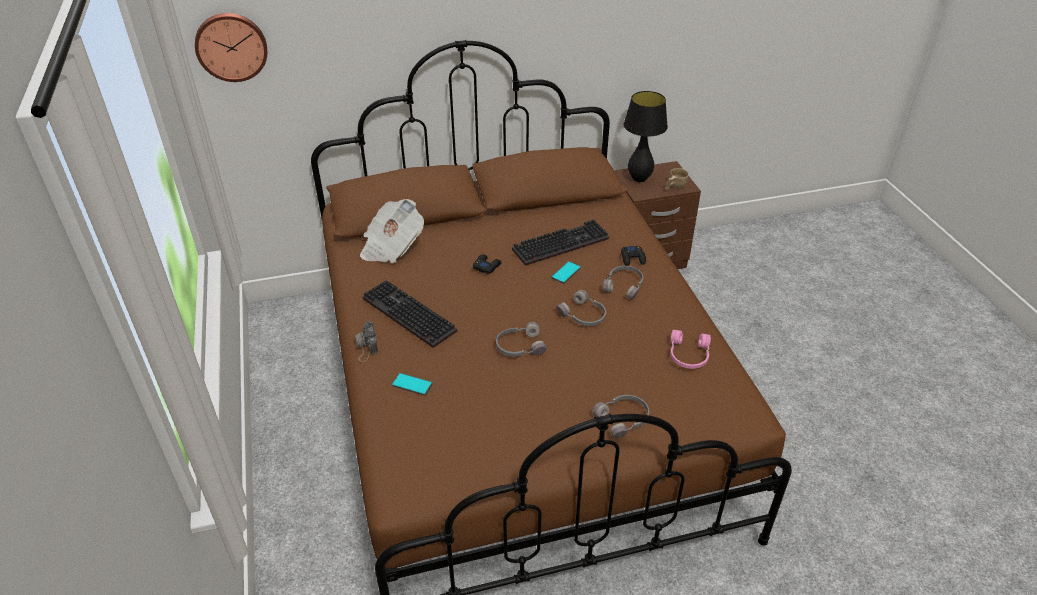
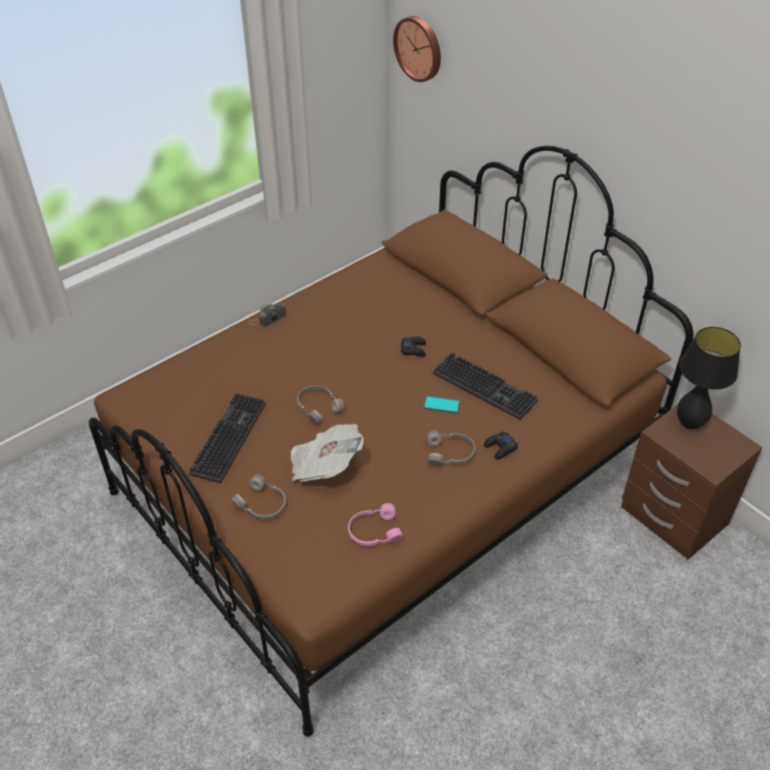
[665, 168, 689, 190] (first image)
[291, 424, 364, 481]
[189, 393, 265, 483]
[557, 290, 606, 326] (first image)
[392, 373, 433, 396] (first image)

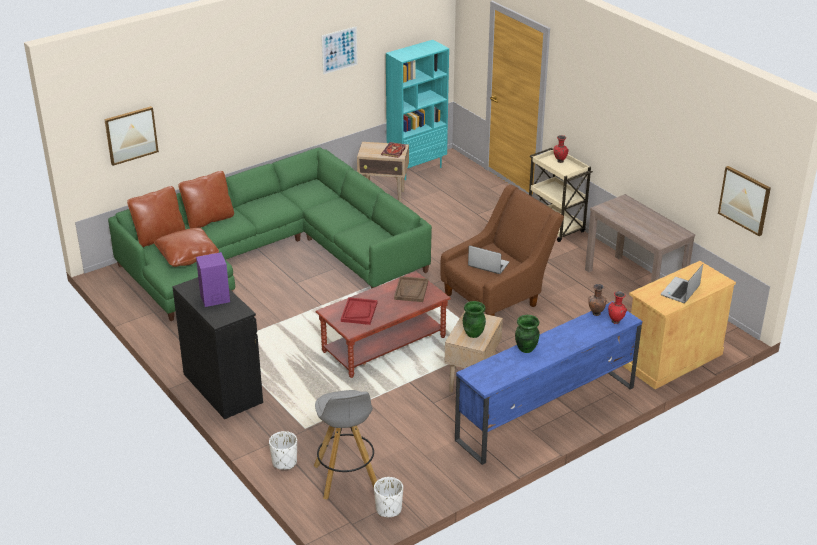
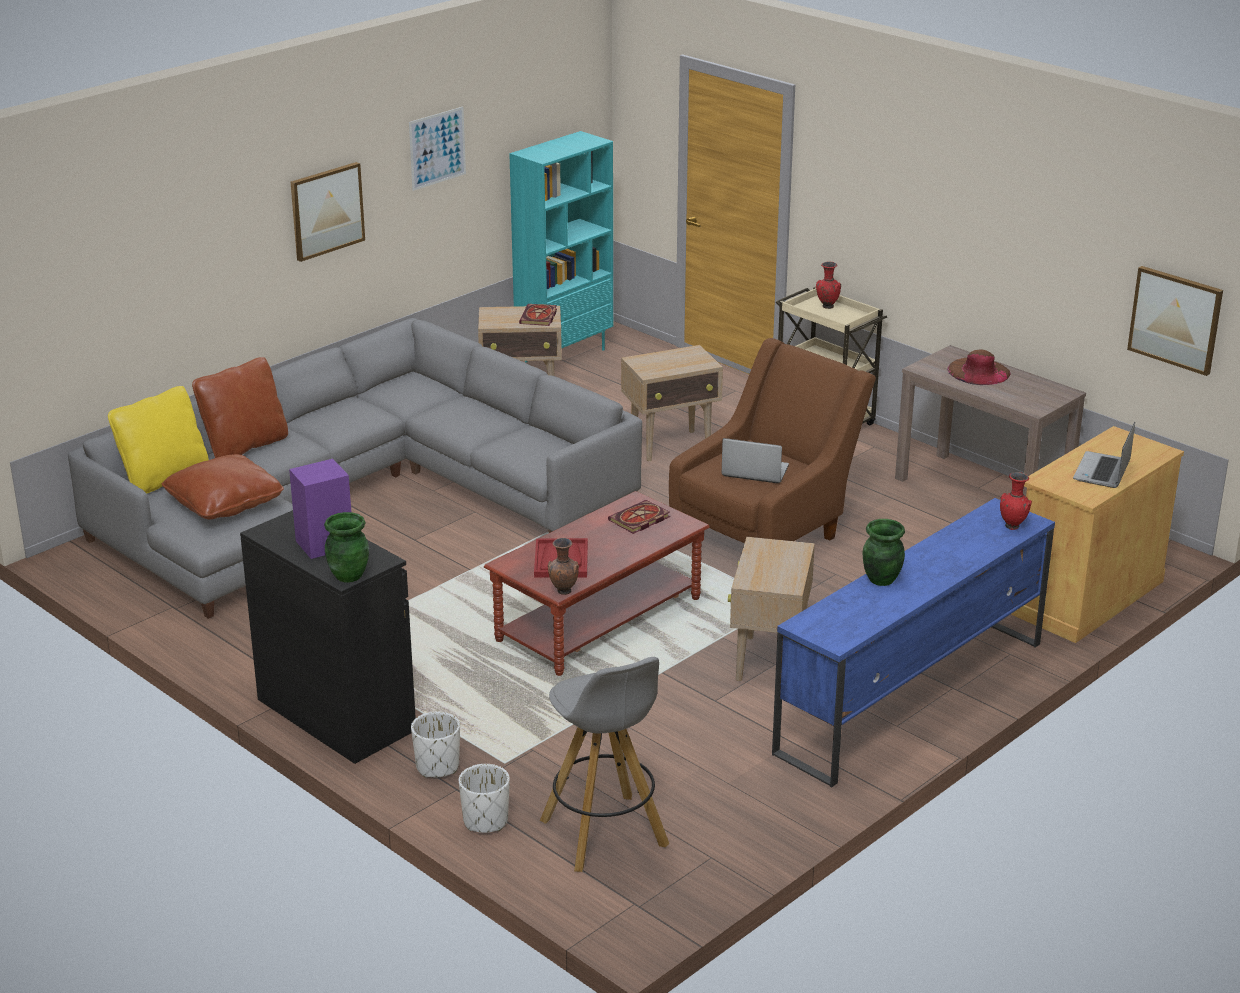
[291, 162, 365, 262]
[68, 318, 642, 619]
[108, 386, 209, 493]
[608, 500, 670, 534]
[548, 538, 579, 595]
[324, 512, 369, 583]
[411, 712, 460, 778]
[621, 345, 723, 461]
[947, 350, 1010, 385]

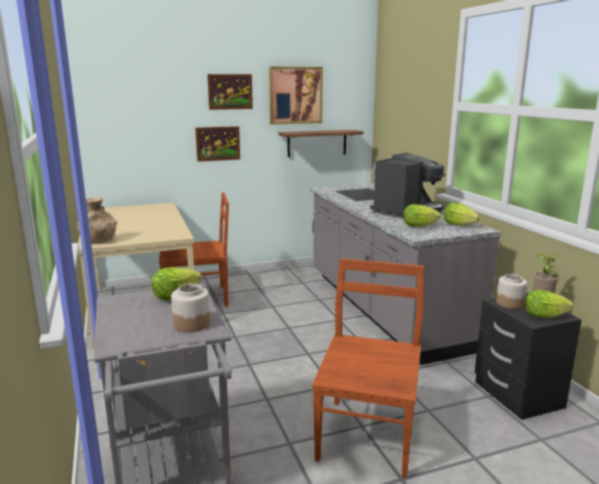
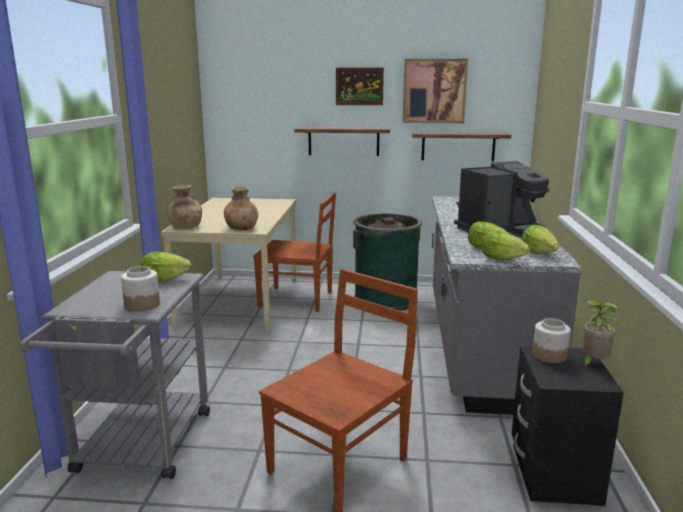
[294, 127, 390, 156]
[482, 230, 530, 260]
[224, 186, 258, 230]
[353, 213, 422, 311]

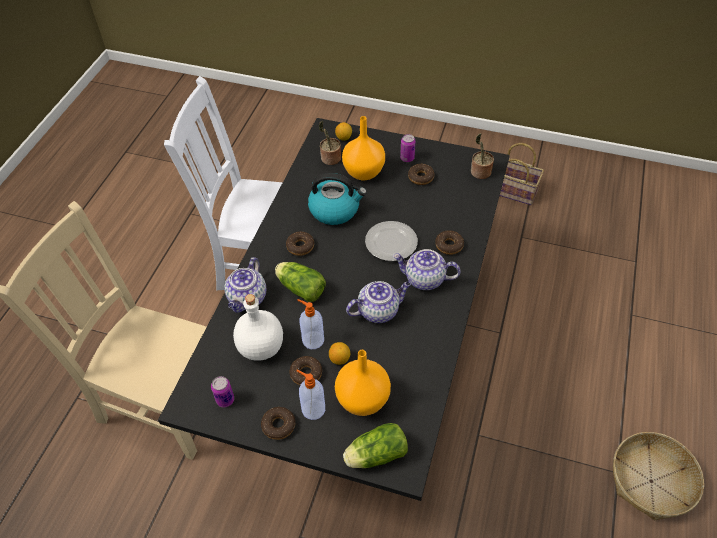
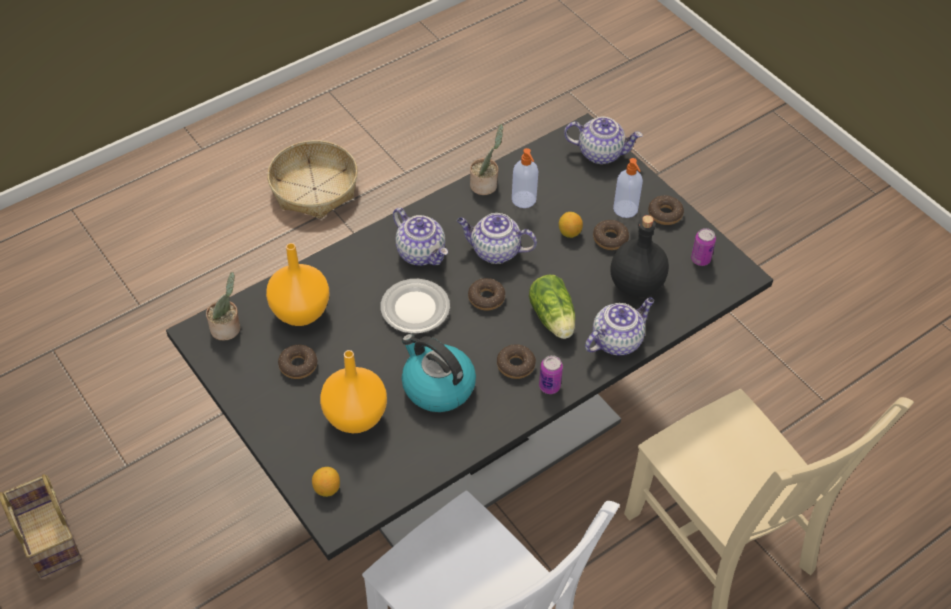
[470, 124, 503, 195]
[539, 355, 563, 394]
[468, 278, 505, 310]
[611, 215, 669, 298]
[512, 148, 538, 208]
[266, 243, 329, 326]
[564, 117, 643, 164]

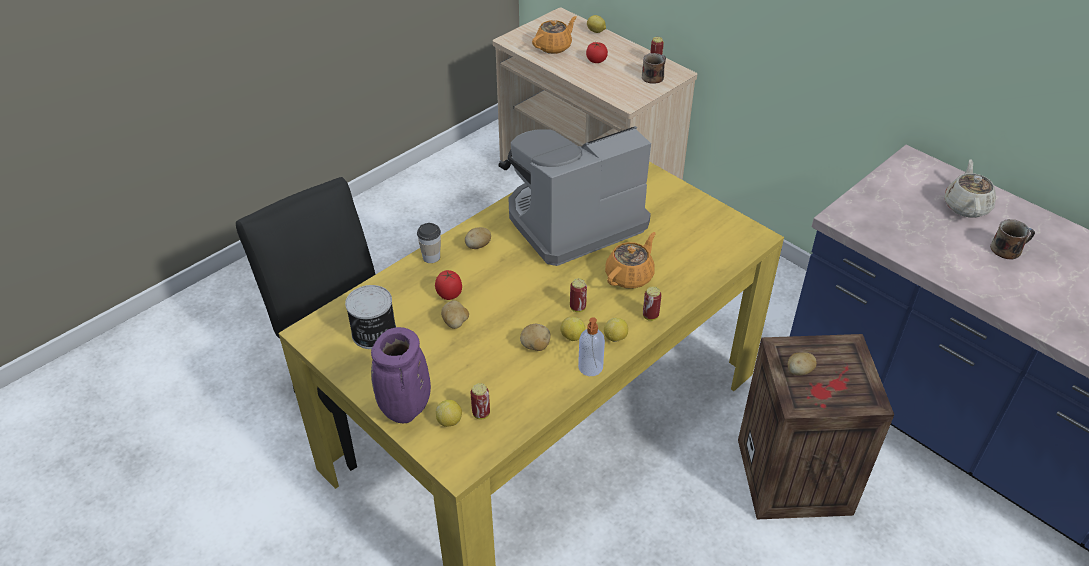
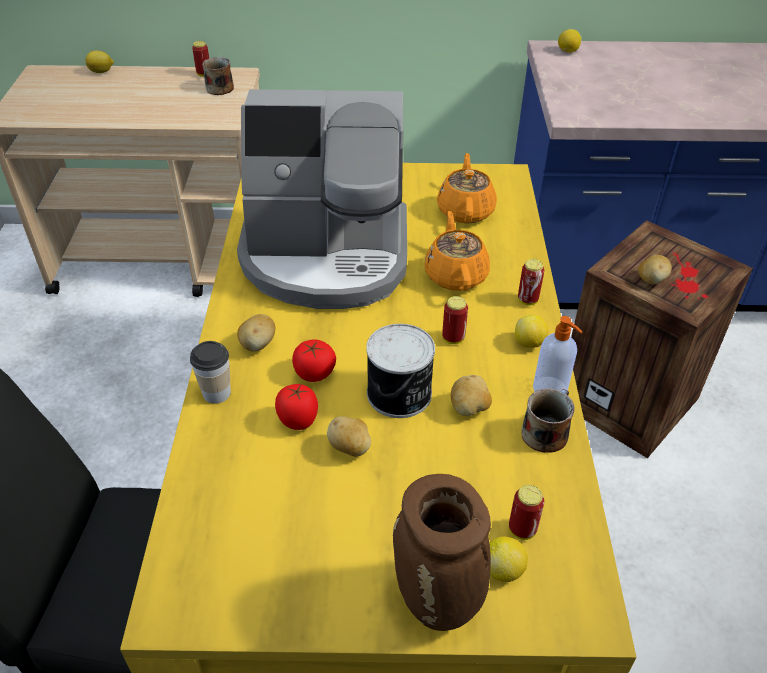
[437, 153, 497, 224]
[292, 339, 336, 382]
[237, 89, 407, 309]
[945, 159, 996, 217] (first image)
[521, 388, 575, 453]
[366, 324, 435, 418]
[558, 29, 581, 52]
[393, 474, 491, 631]

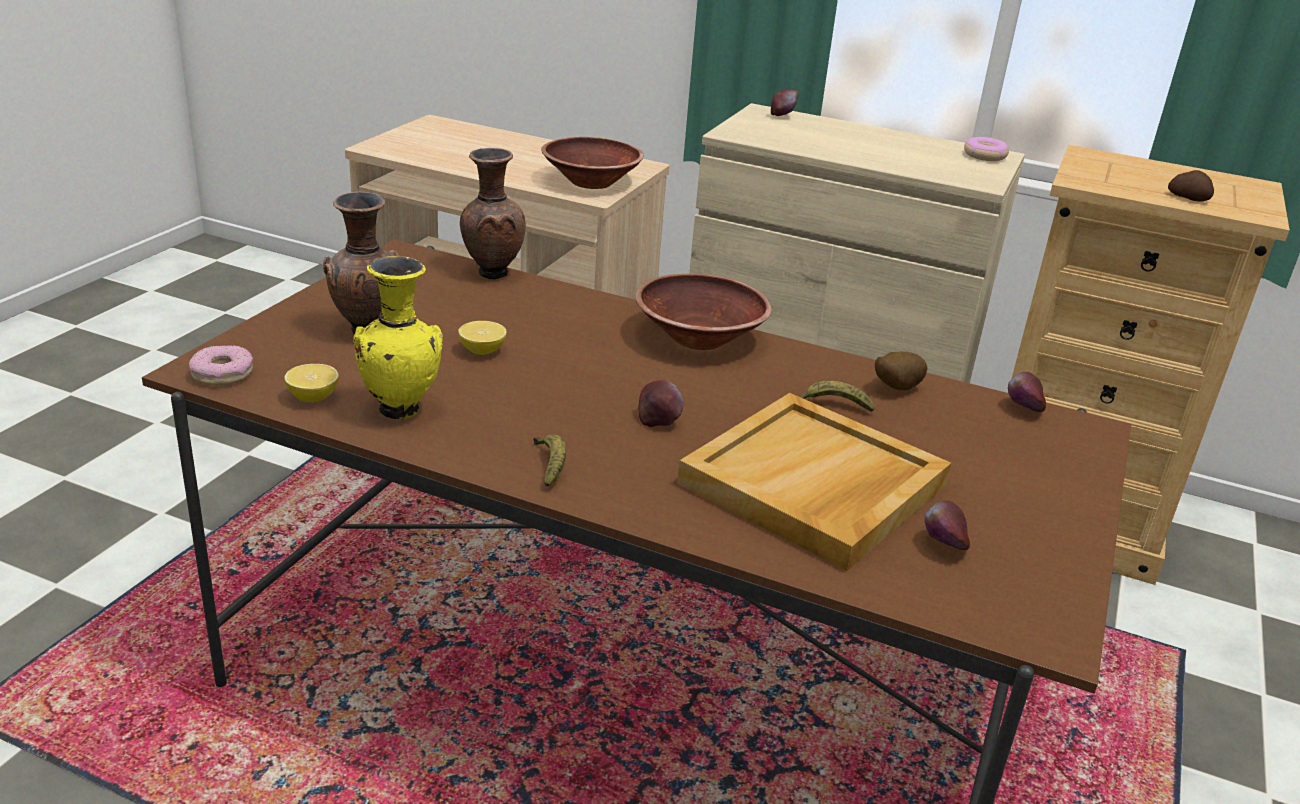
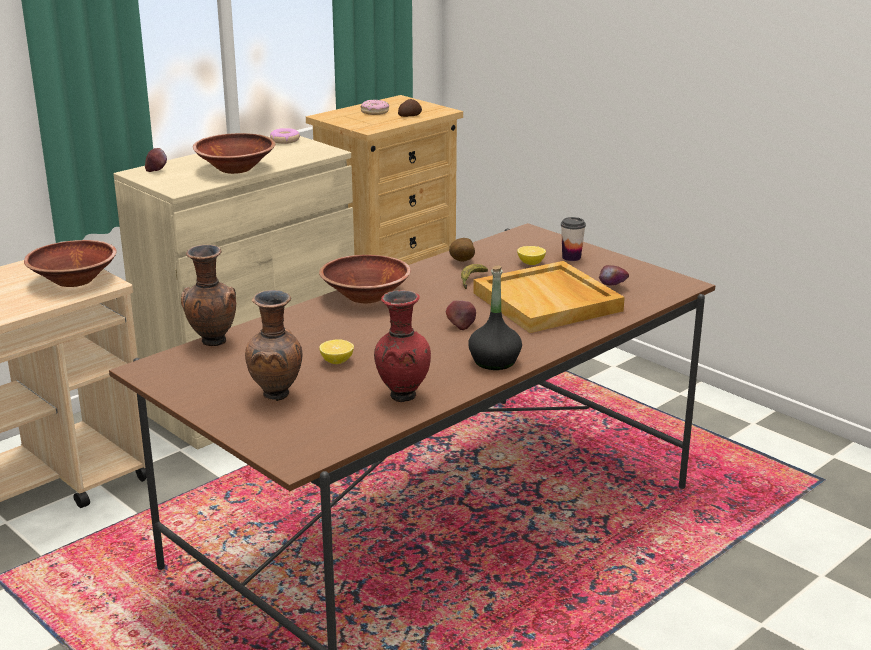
[374, 290, 431, 402]
[361, 100, 389, 115]
[517, 246, 546, 265]
[1008, 372, 1046, 412] (first image)
[468, 266, 522, 370]
[193, 133, 275, 174]
[561, 217, 586, 261]

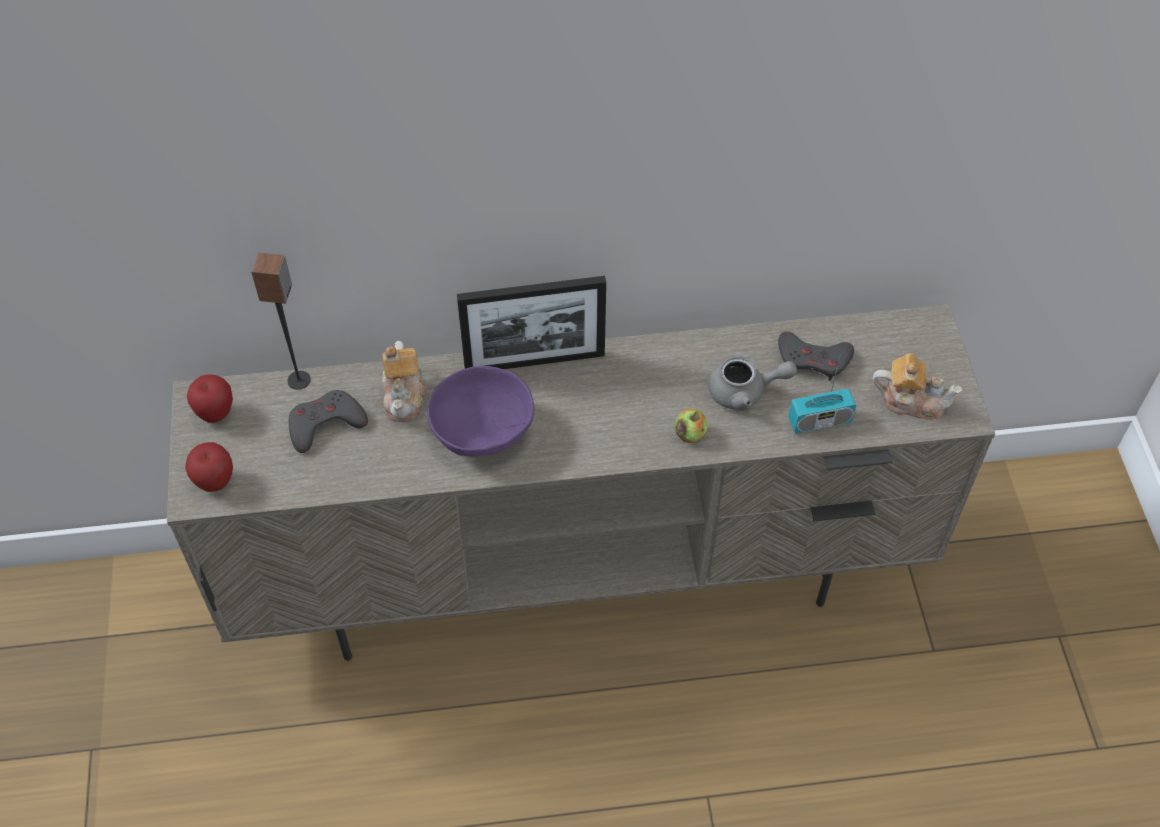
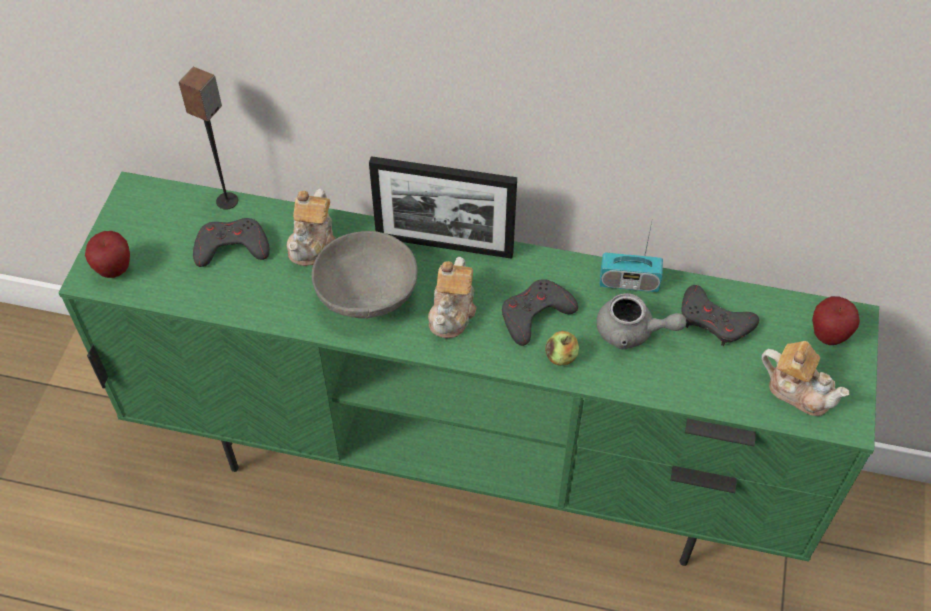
[58, 172, 879, 566]
[599, 218, 663, 292]
[312, 231, 418, 318]
[812, 296, 860, 345]
[428, 257, 477, 338]
[502, 279, 578, 346]

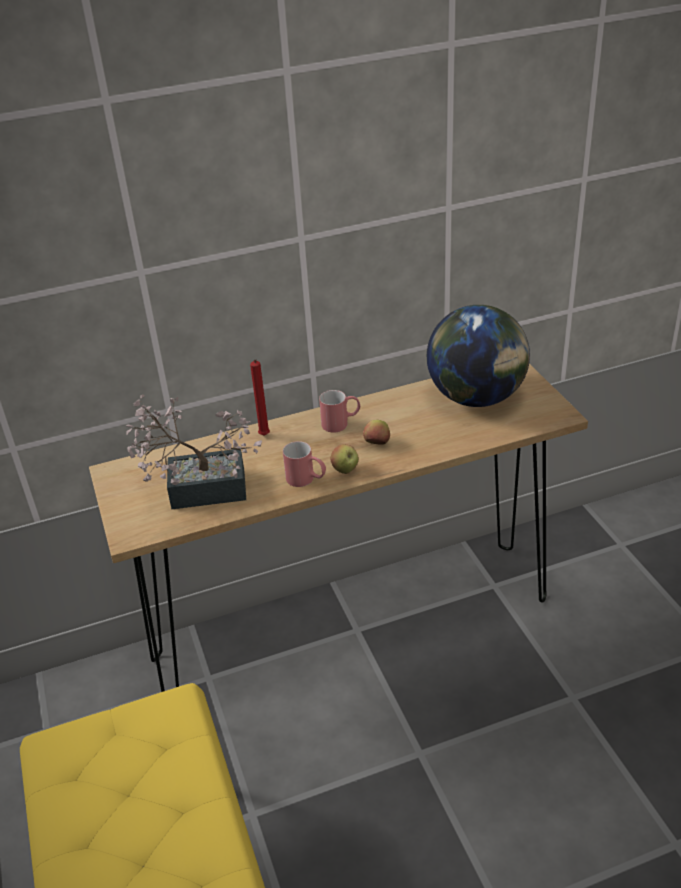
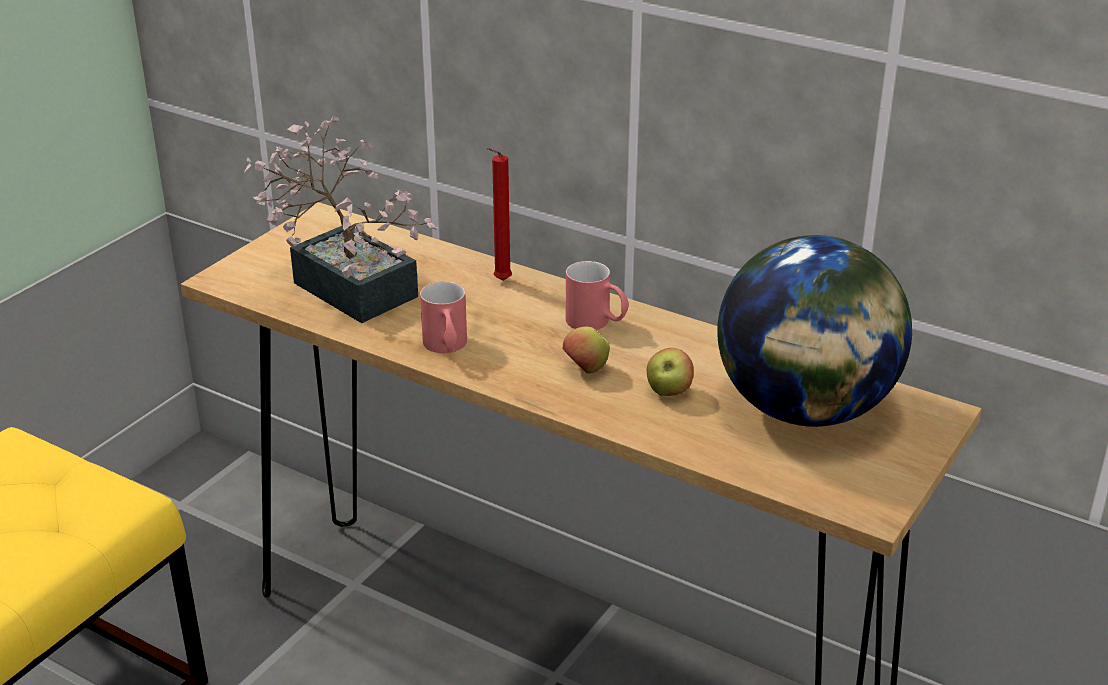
[647, 348, 694, 396]

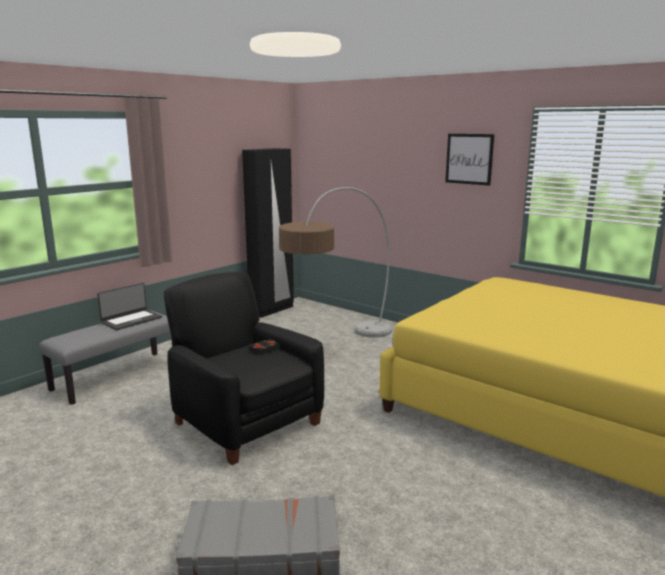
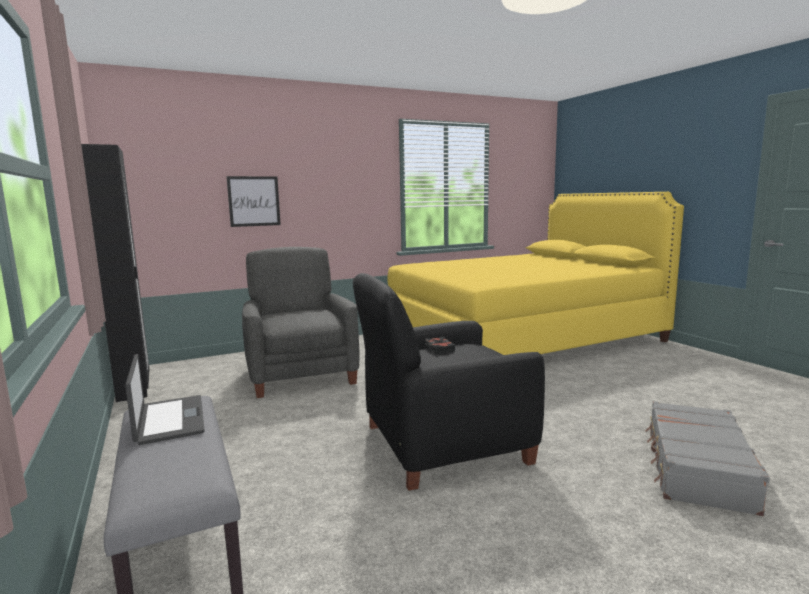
[226, 176, 281, 227]
[242, 247, 360, 398]

